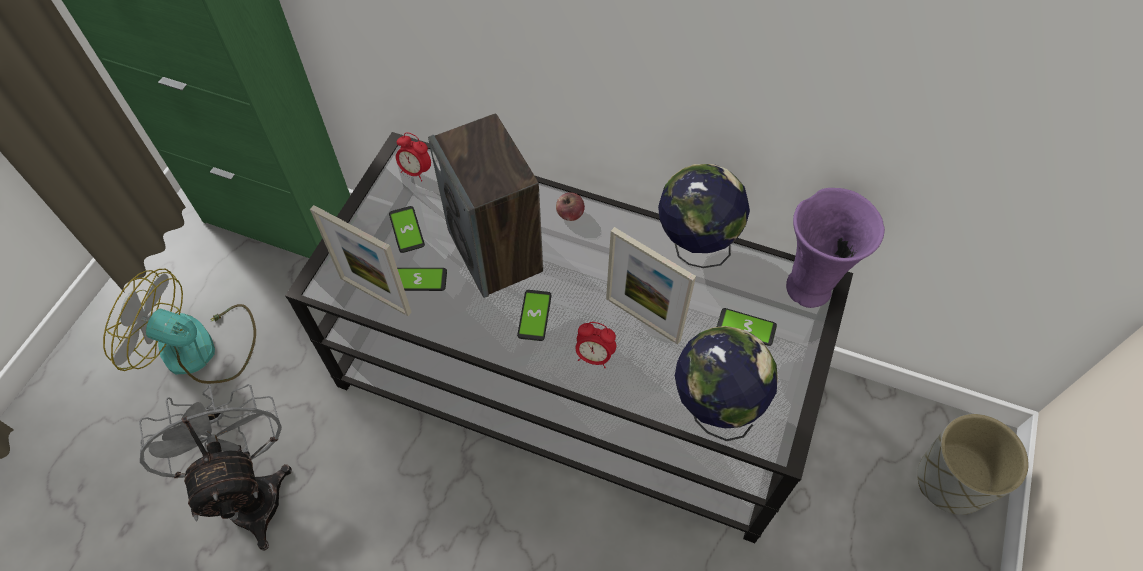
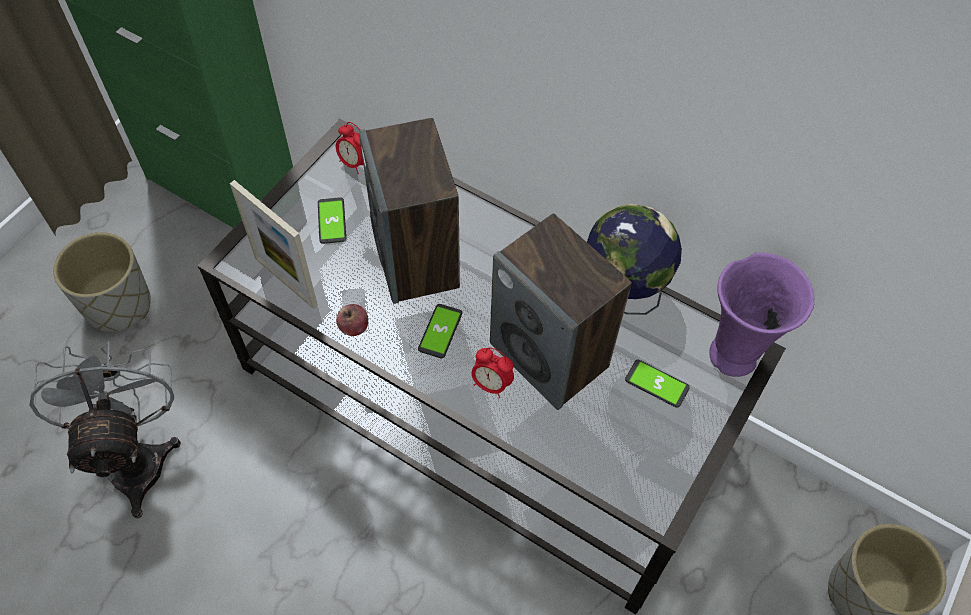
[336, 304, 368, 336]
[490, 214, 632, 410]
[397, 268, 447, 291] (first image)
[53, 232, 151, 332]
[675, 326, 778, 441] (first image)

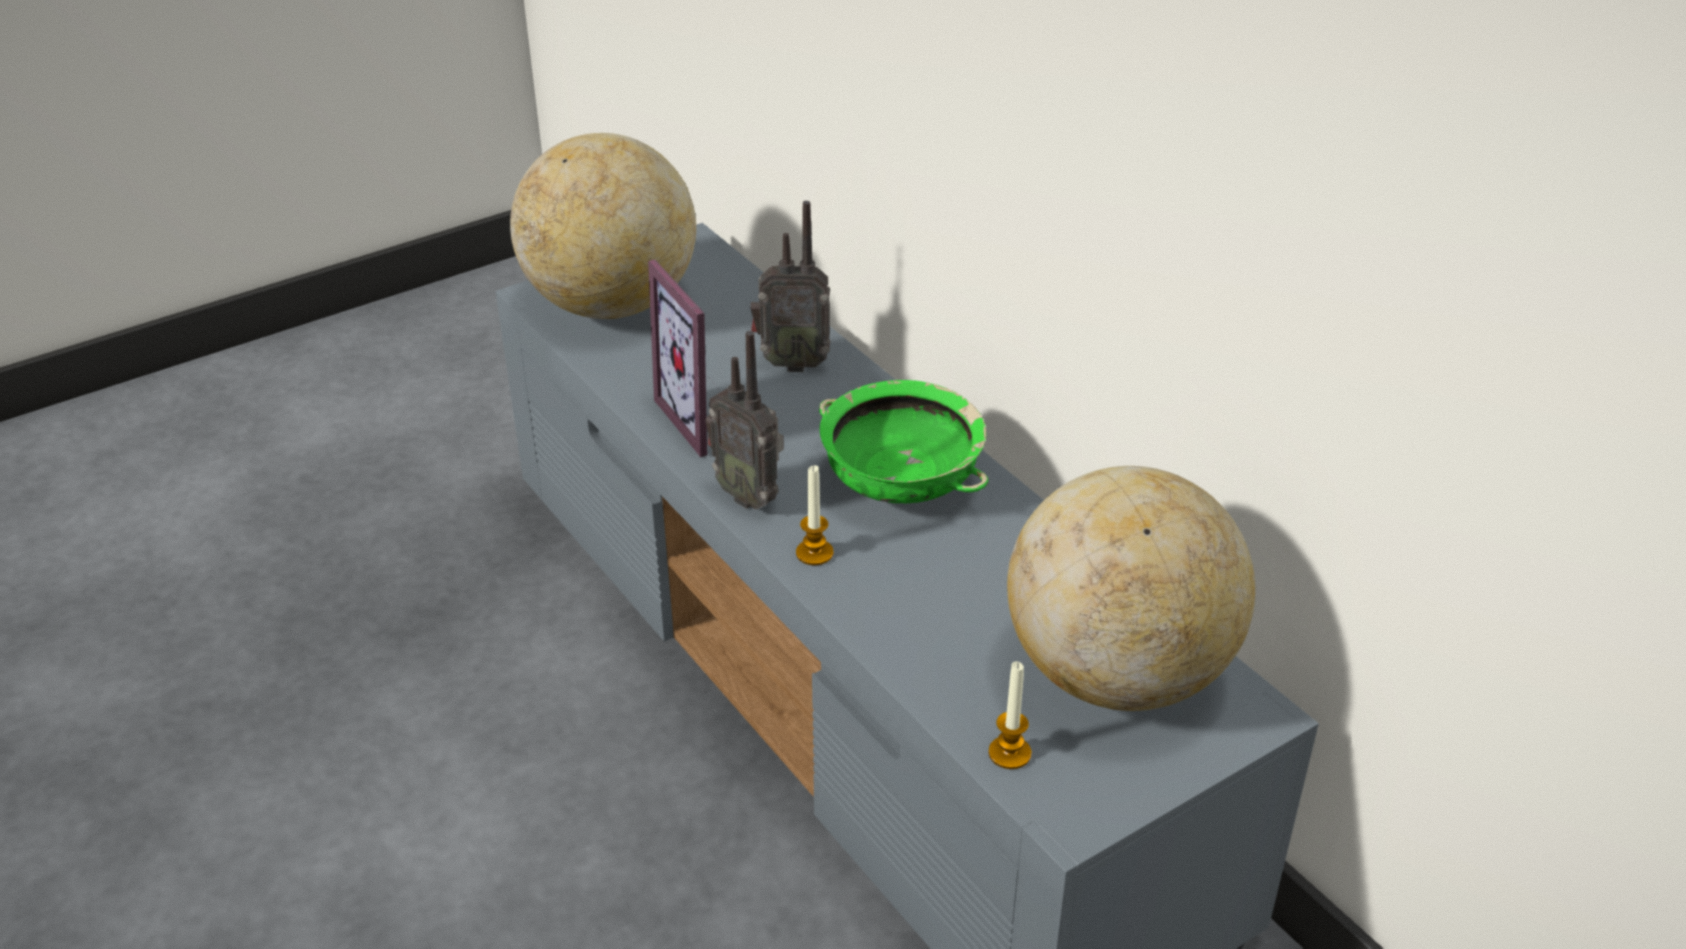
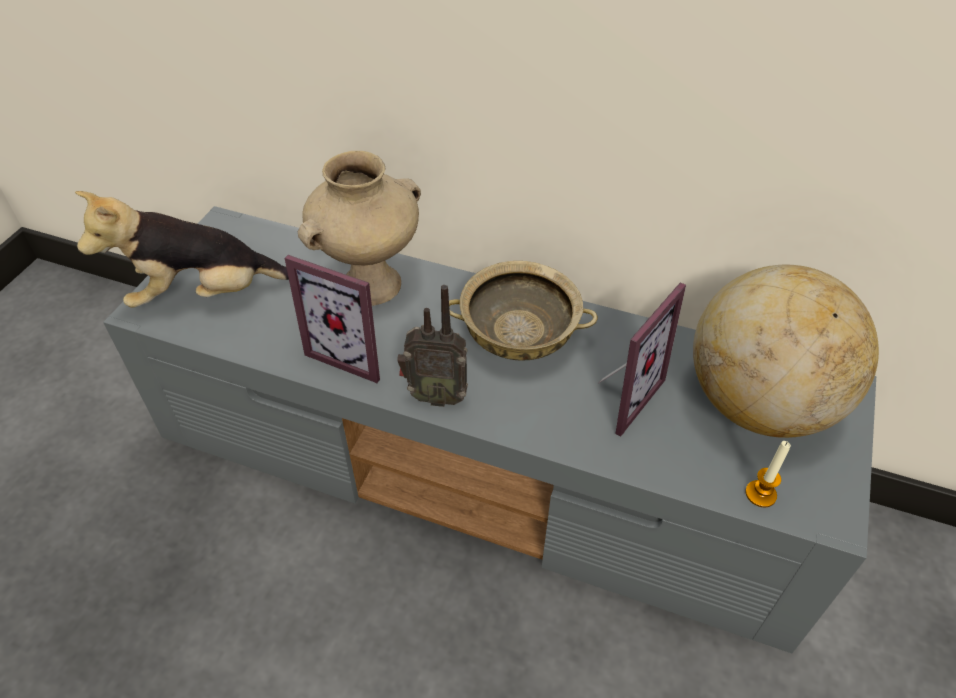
[75, 191, 289, 308]
[298, 151, 421, 306]
[449, 261, 598, 360]
[796, 465, 833, 565] (first image)
[598, 282, 686, 437]

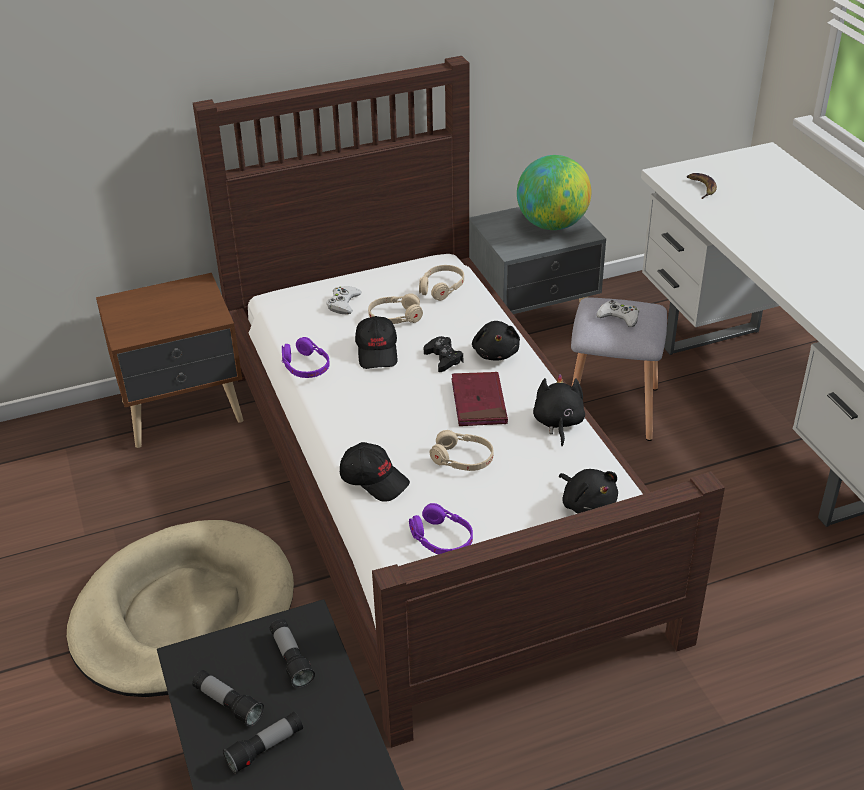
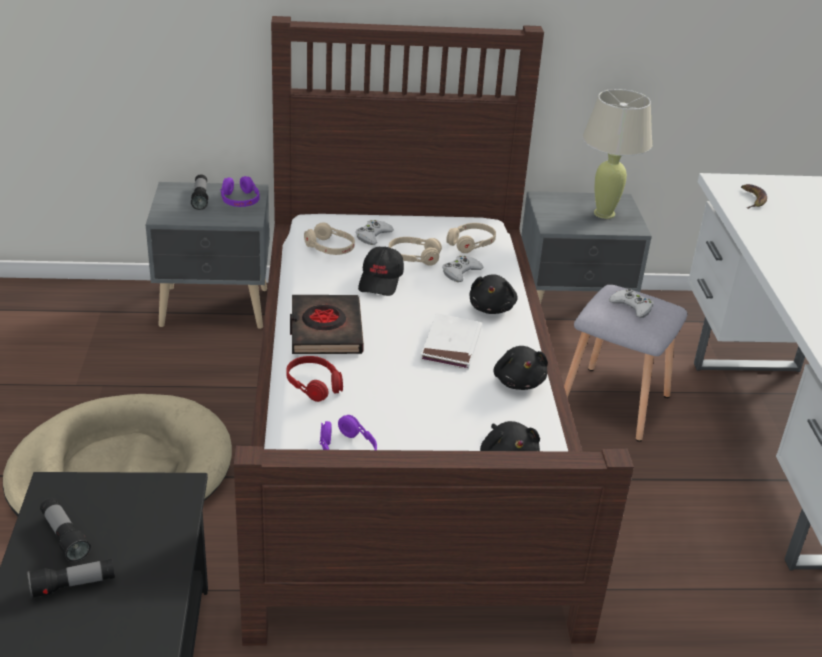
[582, 89, 652, 219]
[146, 182, 270, 329]
[424, 336, 463, 372] (first image)
[220, 176, 259, 207]
[420, 313, 482, 370]
[494, 346, 548, 390]
[304, 222, 355, 255]
[286, 356, 343, 402]
[191, 174, 208, 210]
[442, 256, 484, 282]
[290, 295, 364, 354]

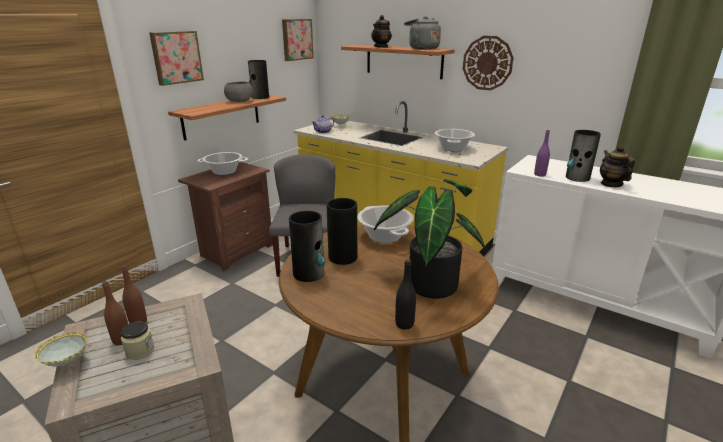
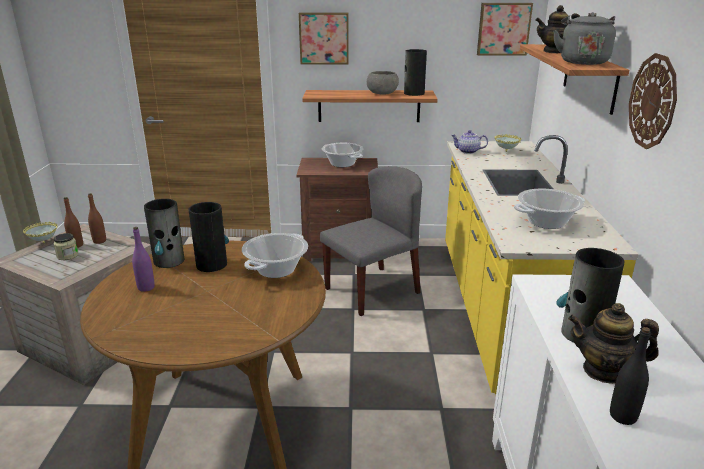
[132, 227, 155, 292]
[568, 303, 659, 384]
[374, 179, 486, 299] (first image)
[610, 327, 651, 425]

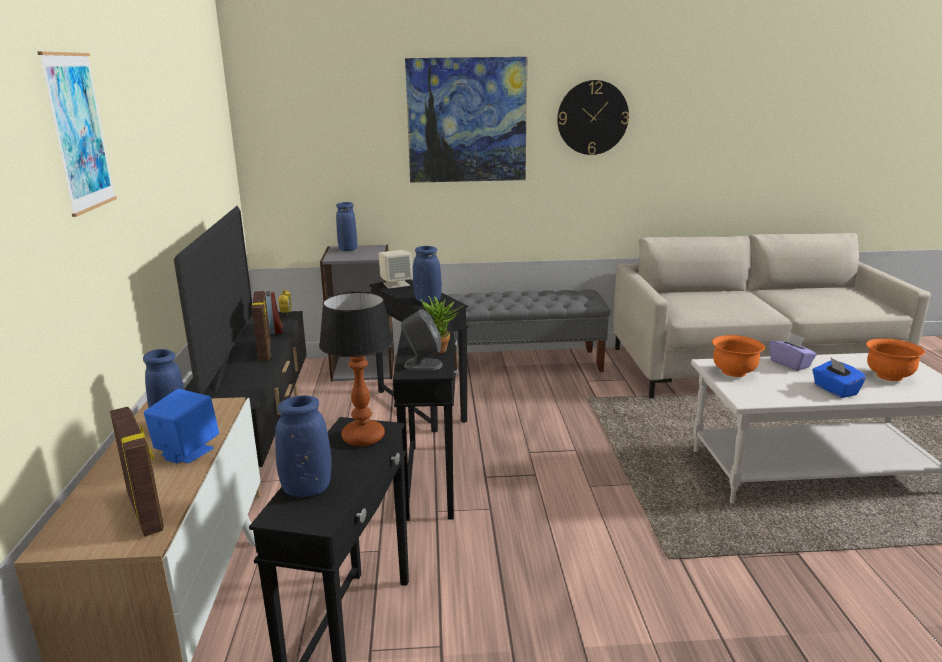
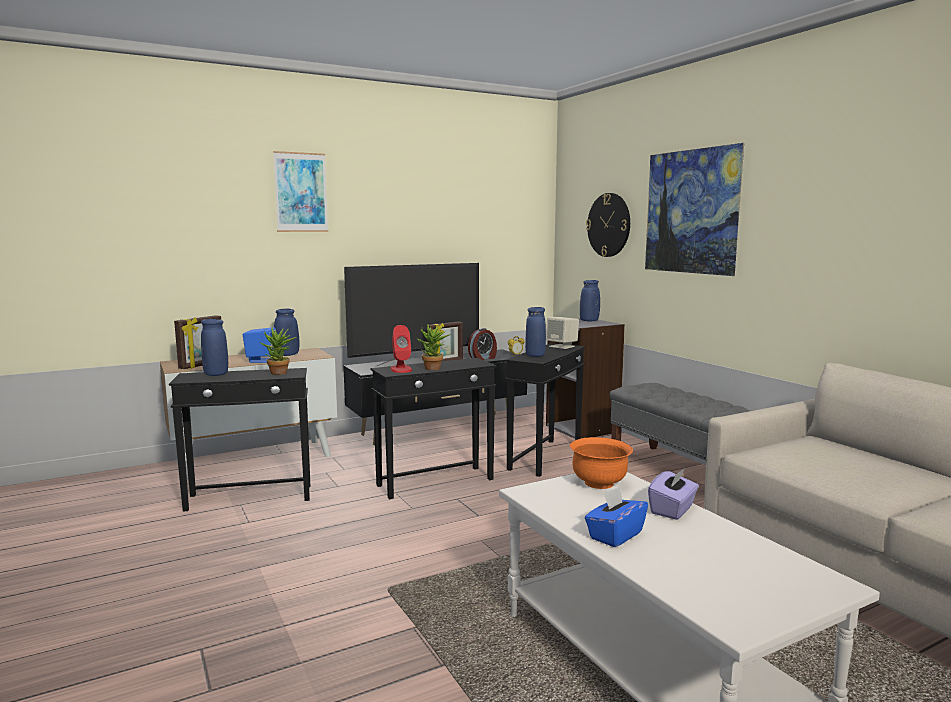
[586, 193, 630, 257]
[260, 328, 297, 375]
[390, 325, 412, 373]
[866, 338, 925, 381] (first image)

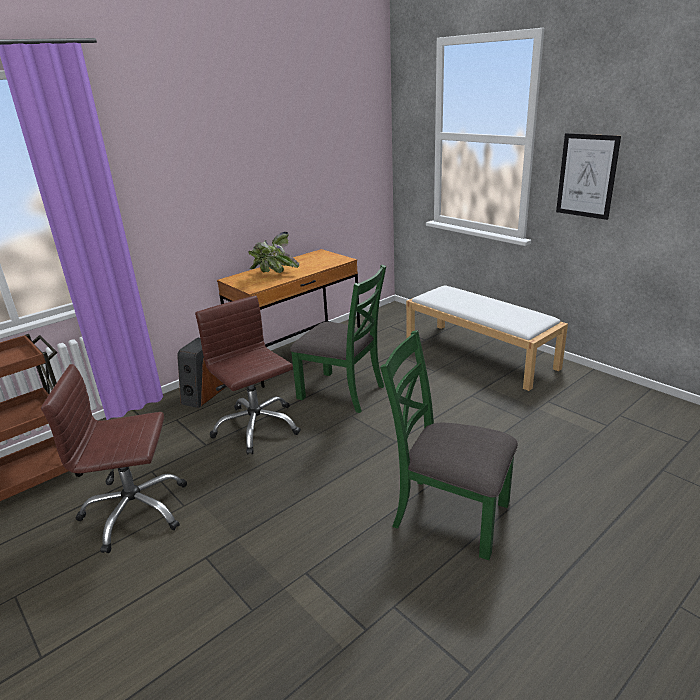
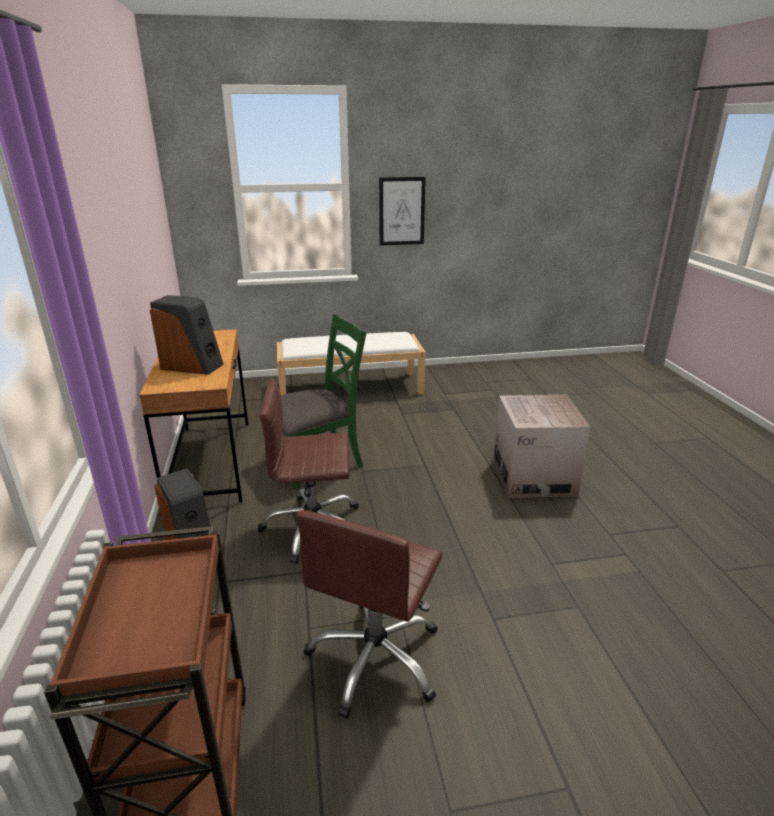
[150, 295, 224, 375]
[493, 395, 591, 498]

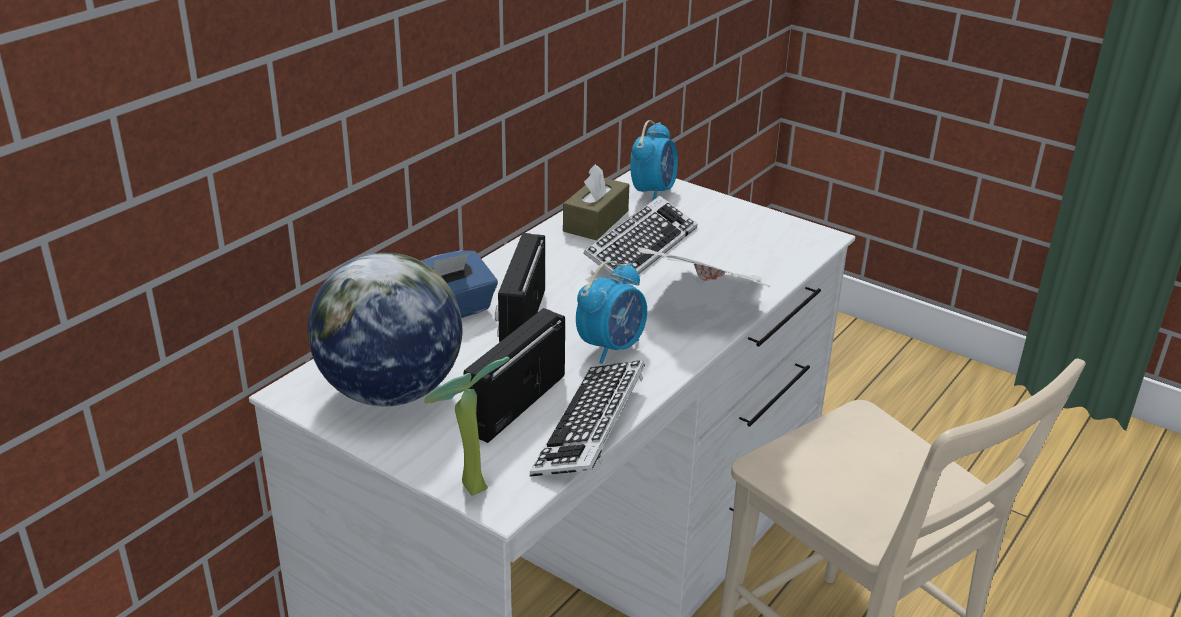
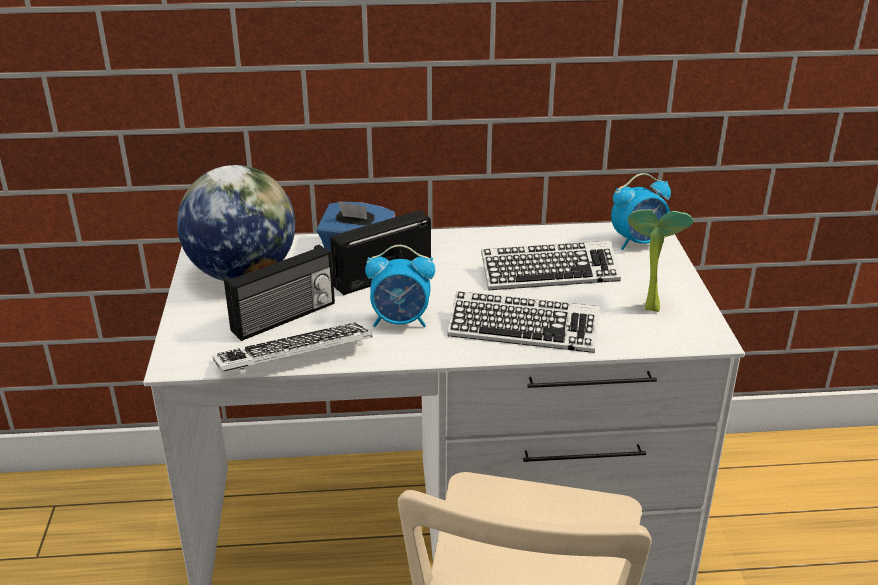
[563, 164, 629, 240] (first image)
[448, 291, 600, 353]
[224, 245, 335, 341]
[627, 209, 693, 312]

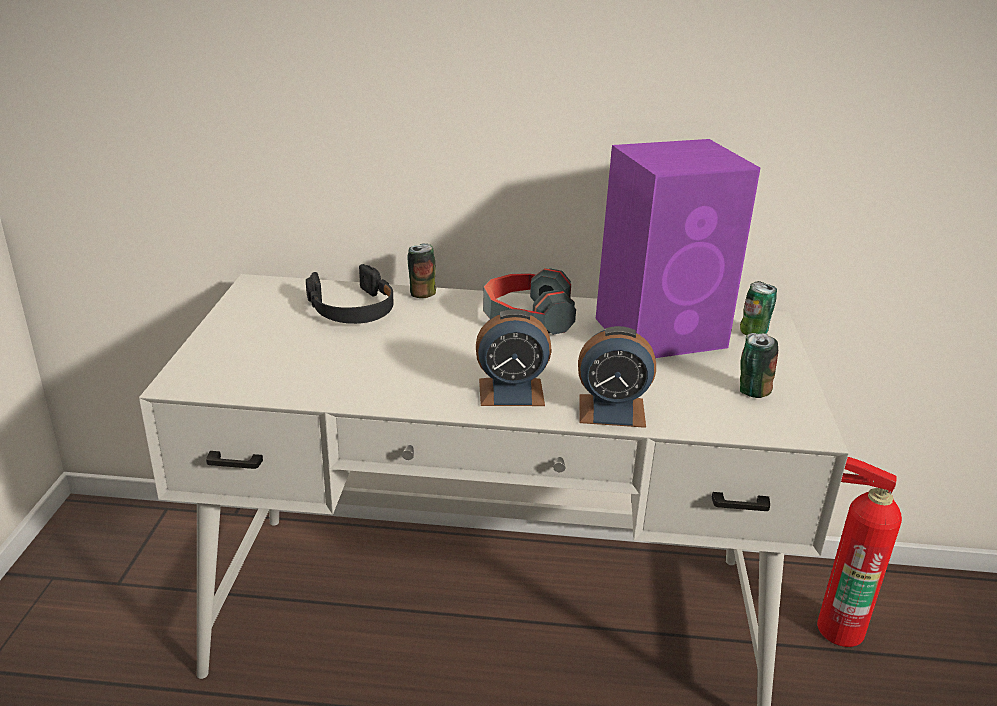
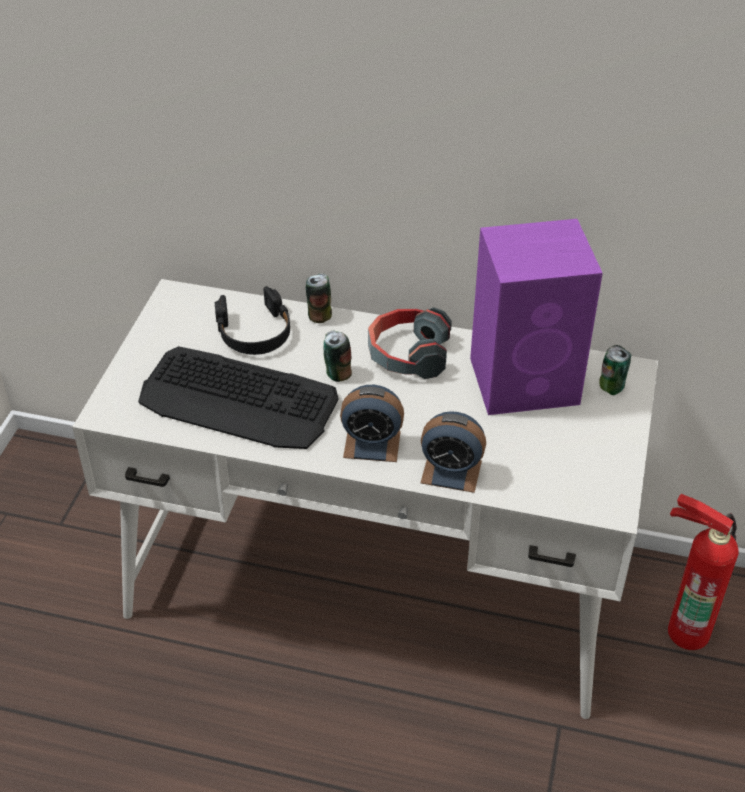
[324, 331, 352, 382]
[138, 346, 338, 449]

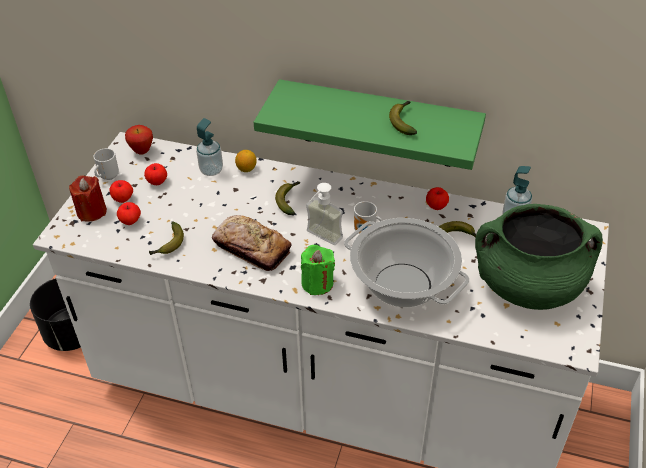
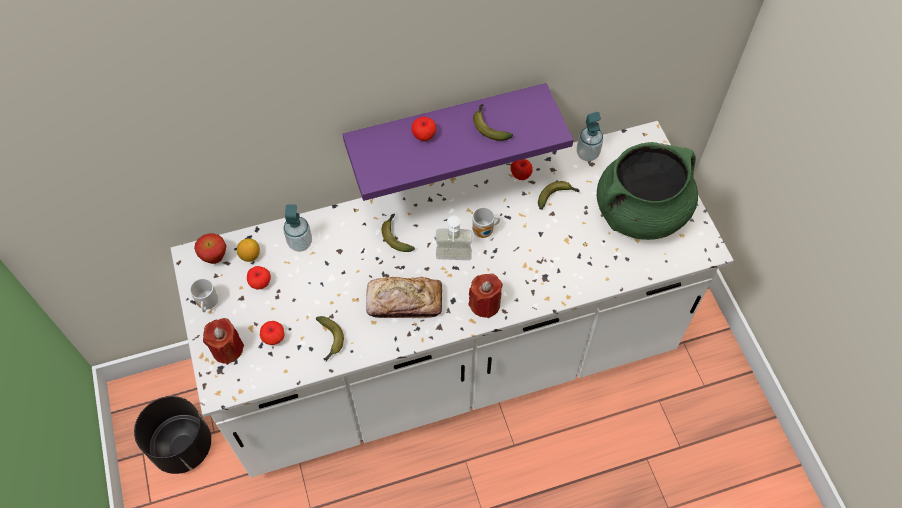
[343, 83, 574, 201]
[237, 239, 260, 262]
[411, 117, 436, 141]
[344, 218, 470, 308] (first image)
[469, 274, 503, 318]

